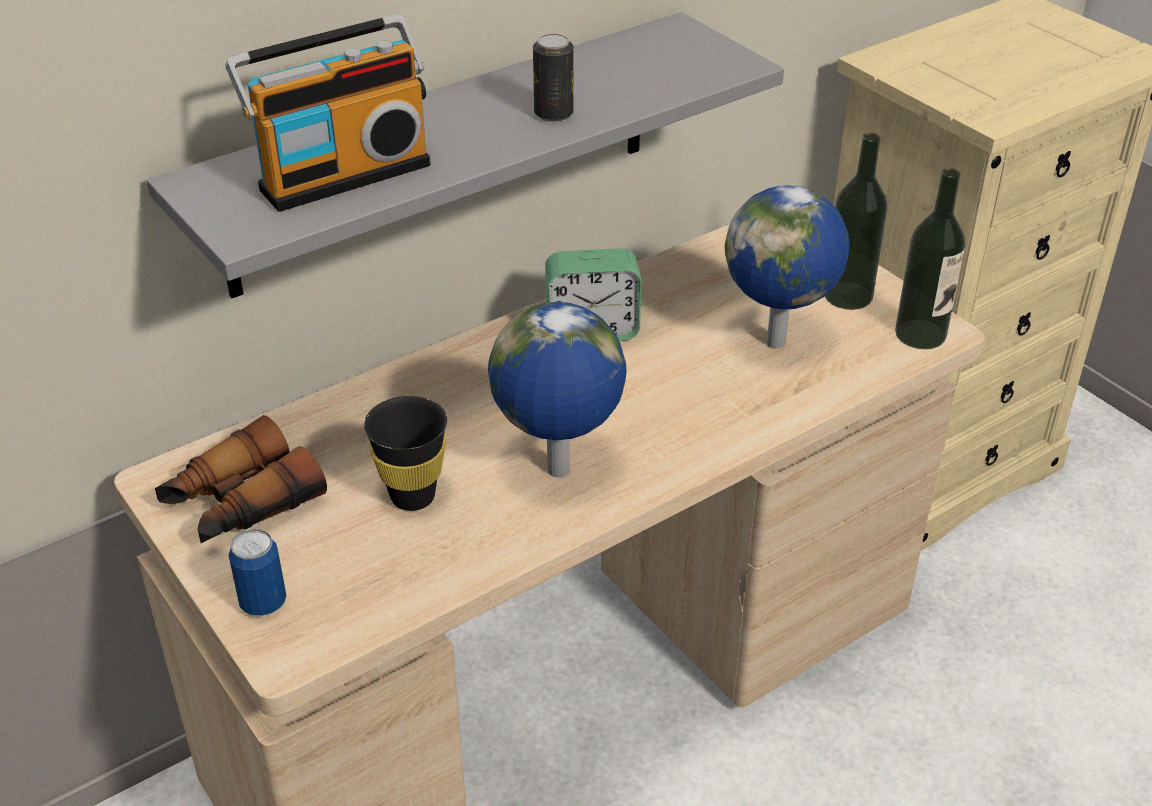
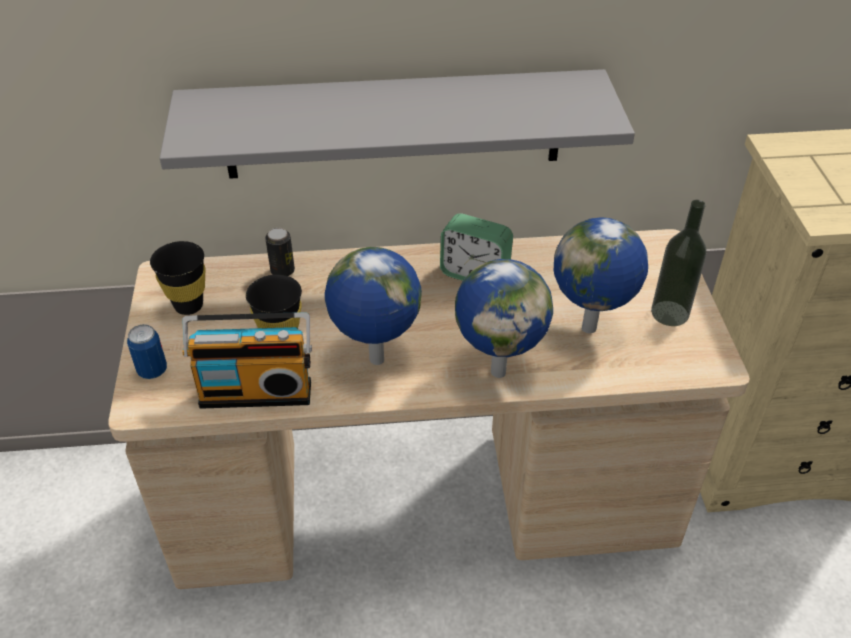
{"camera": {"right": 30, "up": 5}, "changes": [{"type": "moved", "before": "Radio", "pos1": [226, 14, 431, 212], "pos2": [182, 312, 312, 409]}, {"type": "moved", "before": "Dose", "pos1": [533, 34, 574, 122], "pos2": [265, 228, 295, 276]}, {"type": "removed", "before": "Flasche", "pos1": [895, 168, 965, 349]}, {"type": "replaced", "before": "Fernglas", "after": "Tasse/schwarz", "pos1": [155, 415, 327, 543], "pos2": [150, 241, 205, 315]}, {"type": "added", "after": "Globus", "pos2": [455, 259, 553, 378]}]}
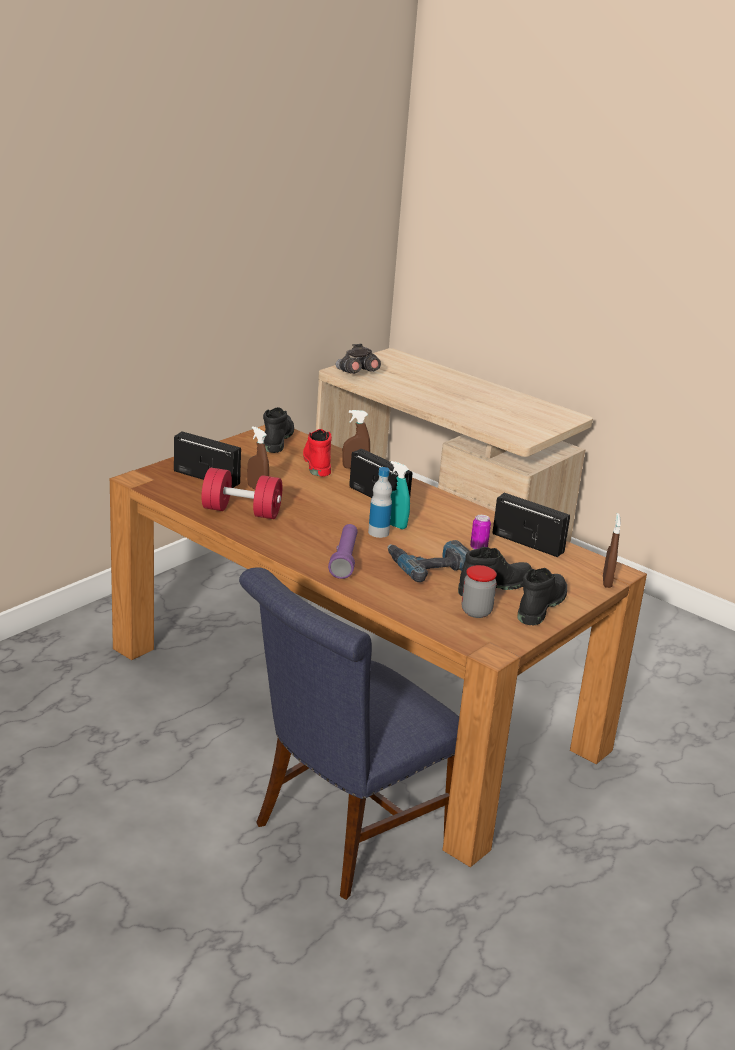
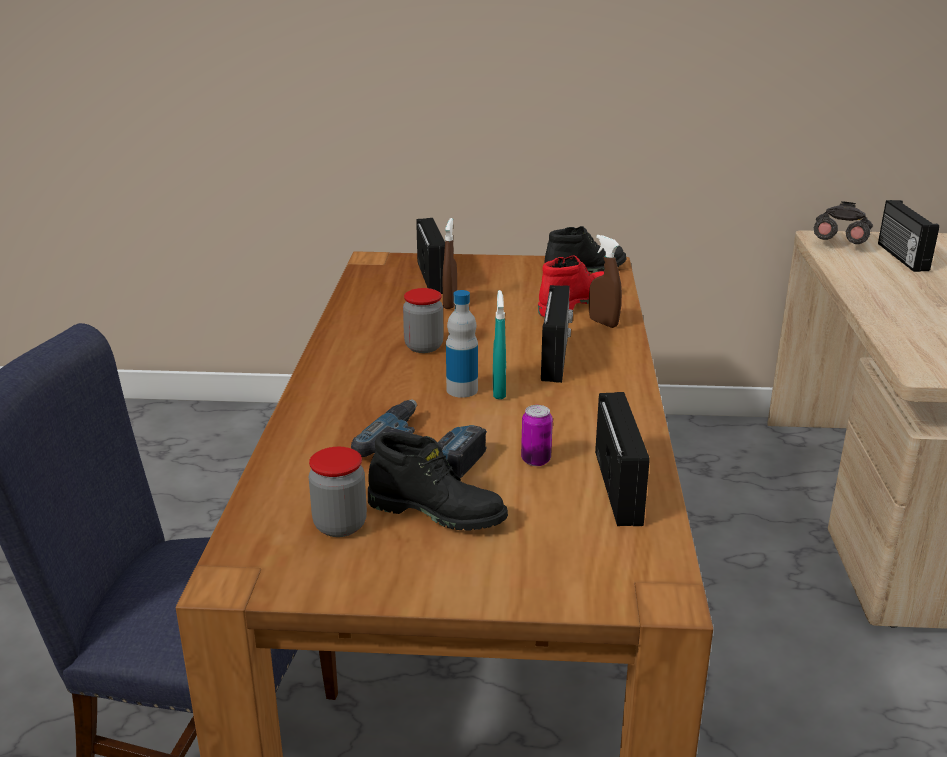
{"camera": {"right": 55, "up": 0}, "changes": [{"type": "removed", "before": "Hantel/rot", "pos1": [202, 468, 282, 519]}, {"type": "removed", "before": "Sprühflasche/braun", "pos1": [603, 513, 621, 588]}, {"type": "removed", "before": "Taschenlampe/lila", "pos1": [328, 524, 358, 579]}, {"type": "removed", "before": "Stiefel/schwarz", "pos1": [518, 568, 567, 625]}, {"type": "added", "after": "Radio", "pos2": [878, 200, 939, 272]}, {"type": "added", "after": "Vorratsglas", "pos2": [403, 288, 444, 353]}]}
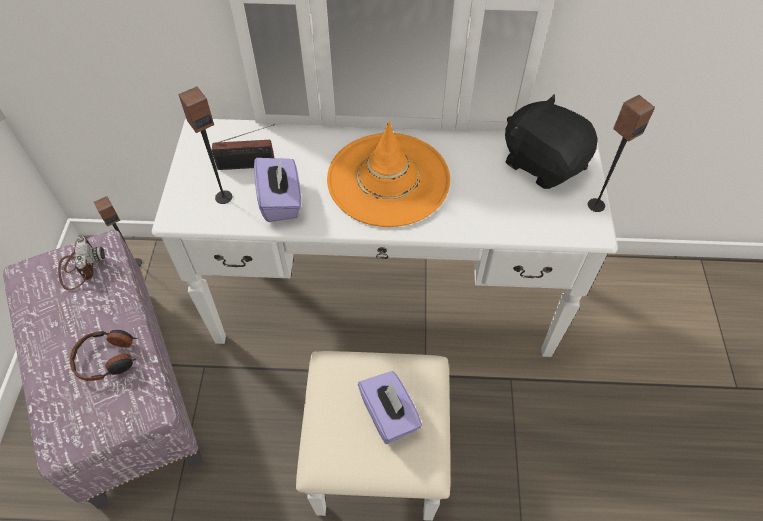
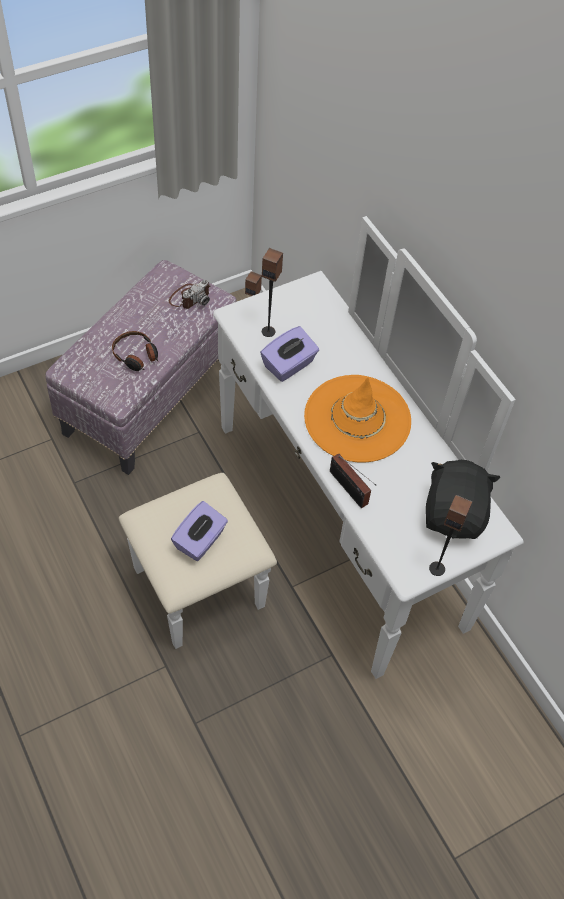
{"camera": {"right": 55, "up": 0}, "changes": [{"type": "moved", "before": "Radio", "pos1": [212, 124, 275, 170], "pos2": [330, 453, 376, 508]}]}
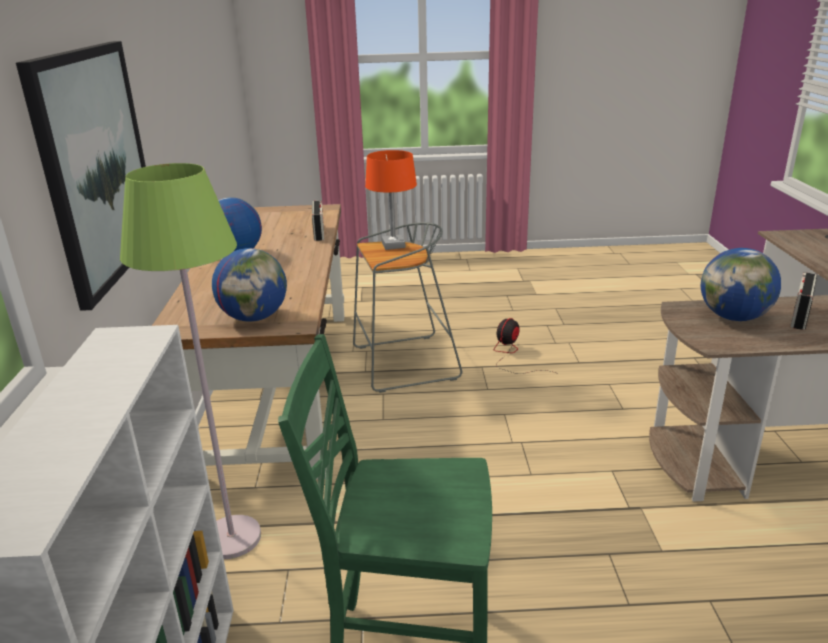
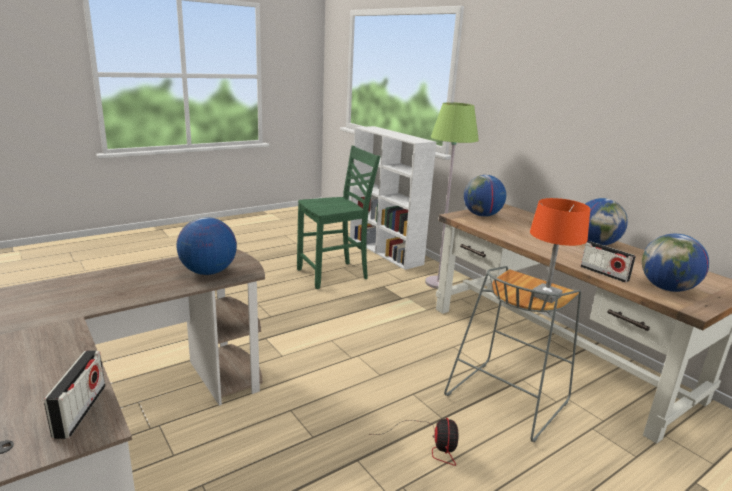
{"camera": {"right": 145, "up": -5}, "changes": [{"type": "removed", "before": "Bild", "pos1": [16, 41, 146, 311]}, {"type": "moved", "before": "Radio", "pos1": [790, 273, 817, 330], "pos2": [44, 350, 105, 439]}, {"type": "added", "after": "Globus", "pos2": [642, 234, 709, 292]}]}
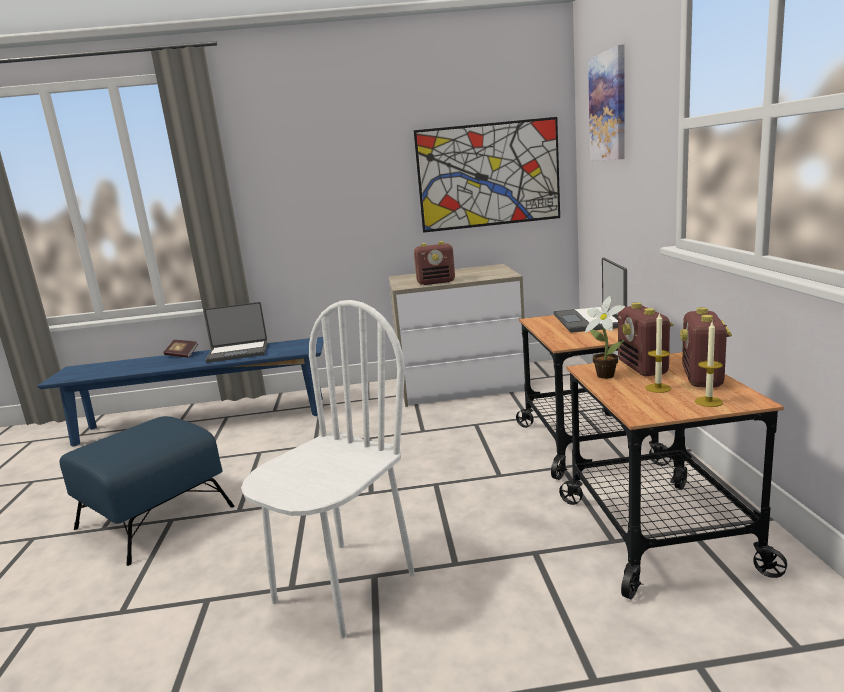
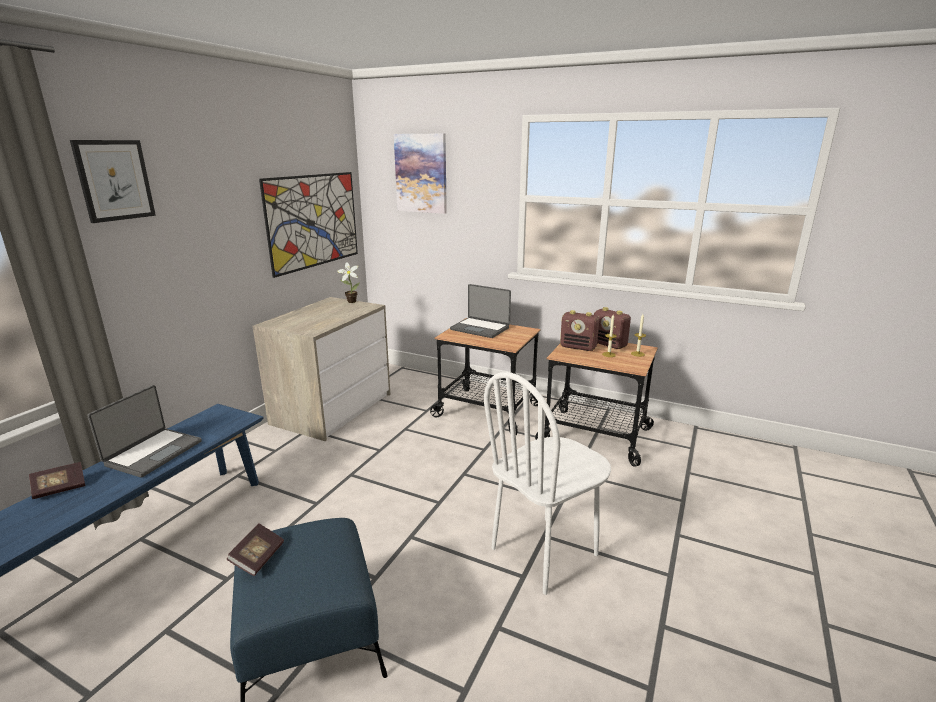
{"camera": {"right": -60, "up": 5}, "changes": [{"type": "removed", "before": "Radio", "pos1": [414, 241, 455, 285]}, {"type": "moved", "before": "Topfpflanze", "pos1": [585, 296, 626, 379], "pos2": [337, 262, 360, 303]}, {"type": "turned", "before": "Stuhl/weiß", "pos1": [241, 300, 415, 638], "pos2": [484, 372, 611, 595], "turn": -105}, {"type": "added", "after": "Bild", "pos2": [70, 140, 156, 223]}, {"type": "added", "after": "Buch", "pos2": [227, 524, 284, 576]}]}
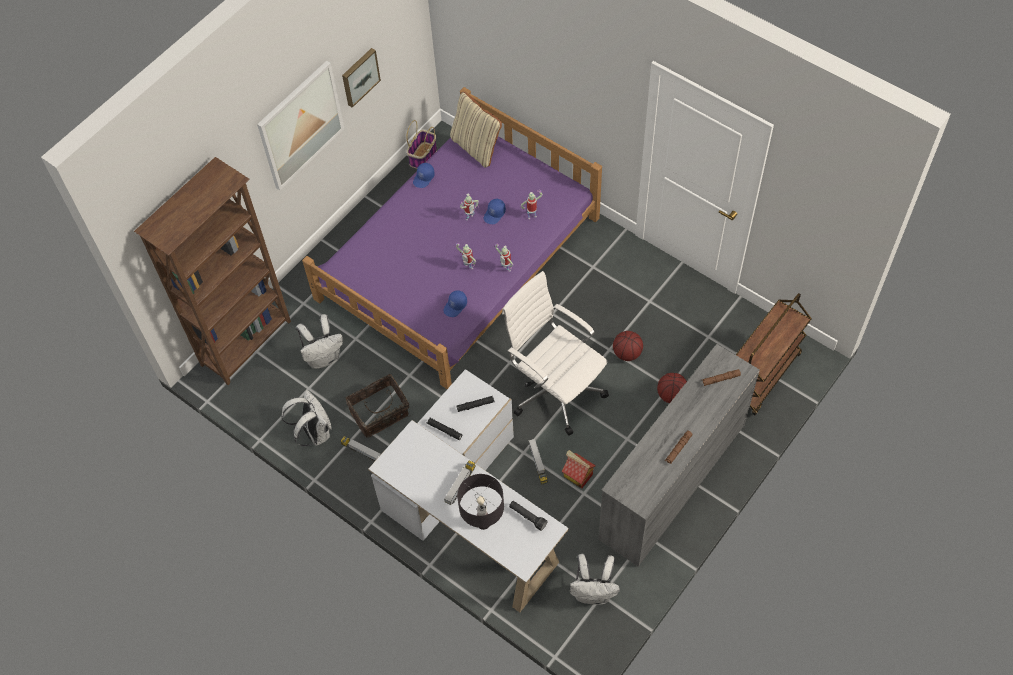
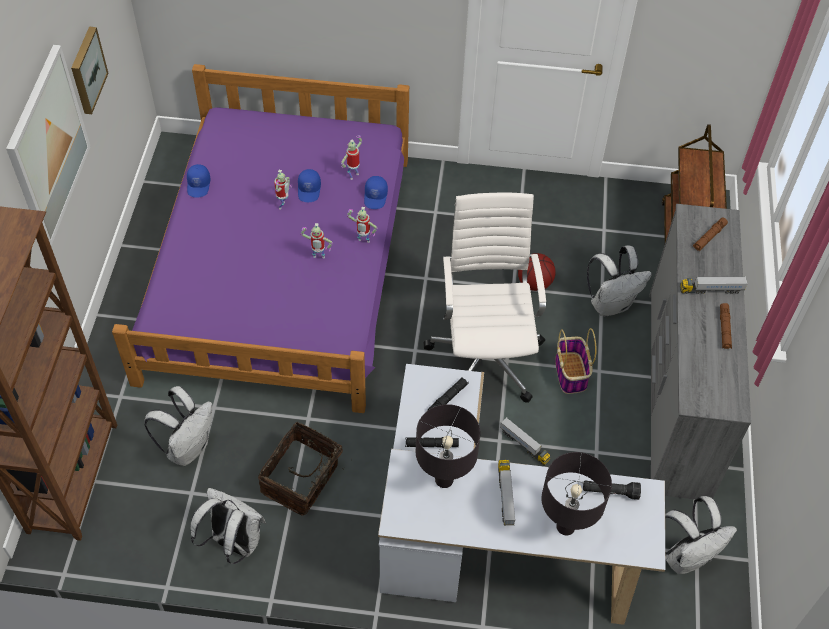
{"camera": {"right": -35, "up": -5}, "changes": [{"type": "removed", "before": "Kissen/beige", "pos1": [450, 92, 502, 168]}, {"type": "moved", "before": "Korb", "pos1": [406, 120, 437, 169], "pos2": [555, 328, 597, 394]}, {"type": "turned", "before": "Bürostuhl/weiß", "pos1": [502, 271, 609, 436], "pos2": [424, 192, 546, 403], "turn": 75}, {"type": "moved", "before": "Kappe/blau", "pos1": [443, 290, 467, 317], "pos2": [364, 176, 388, 209]}, {"type": "replaced", "before": "Basketball", "after": "Rucksack/weiß", "pos1": [657, 373, 687, 403], "pos2": [587, 245, 652, 316]}, {"type": "moved", "before": "Spielzeuglaster", "pos1": [341, 436, 381, 462], "pos2": [680, 276, 748, 294]}, {"type": "removed", "before": "Spielzeughaus", "pos1": [562, 450, 596, 488]}, {"type": "added", "after": "Tischlampe/schwarz", "pos2": [416, 404, 481, 488]}]}
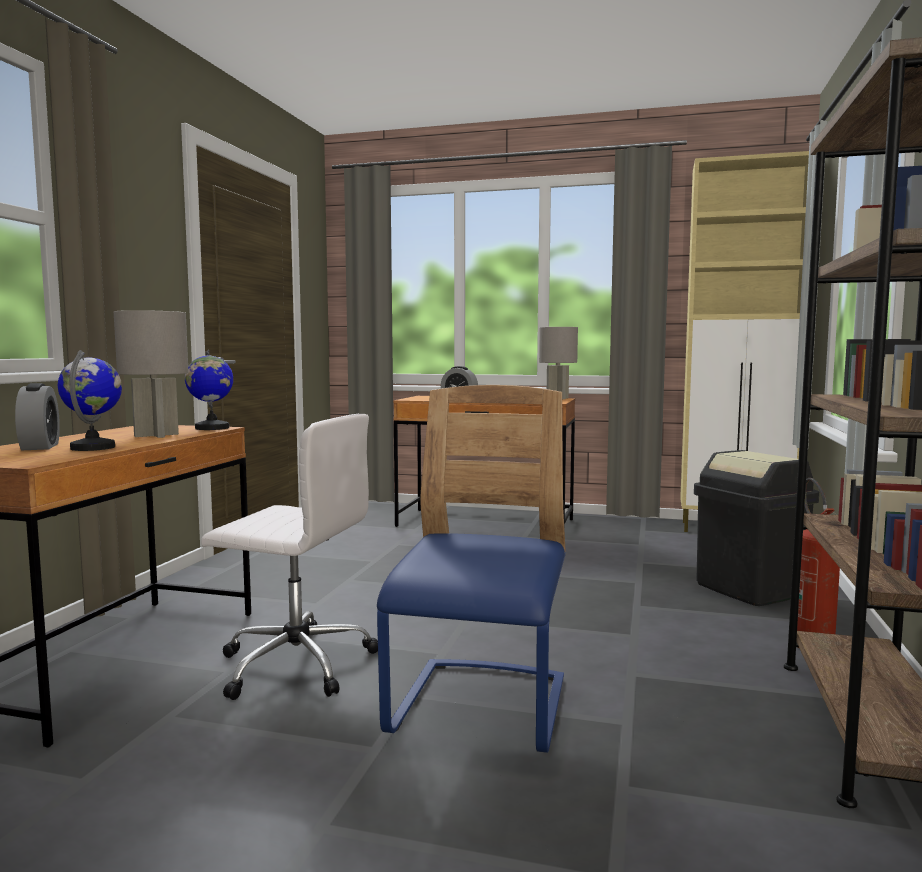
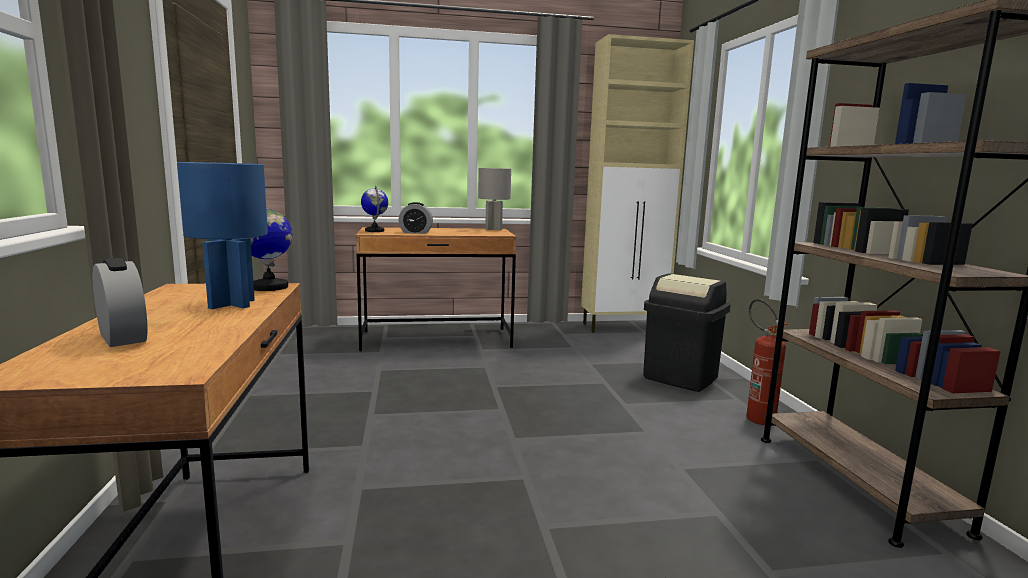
{"camera": {"right": -25, "up": 5}, "changes": [{"type": "recoloured", "before": "Tischlampe/grau", "after": "Tischlampe/blau", "pos1": [114, 310, 189, 438], "pos2": [177, 162, 268, 309]}, {"type": "moved", "before": "Globus", "pos1": [58, 350, 122, 451], "pos2": [361, 185, 388, 232]}, {"type": "removed", "before": "Stuhl/blau", "pos1": [377, 385, 566, 753]}, {"type": "removed", "before": "Bürostuhl/weiß", "pos1": [201, 414, 378, 700]}]}
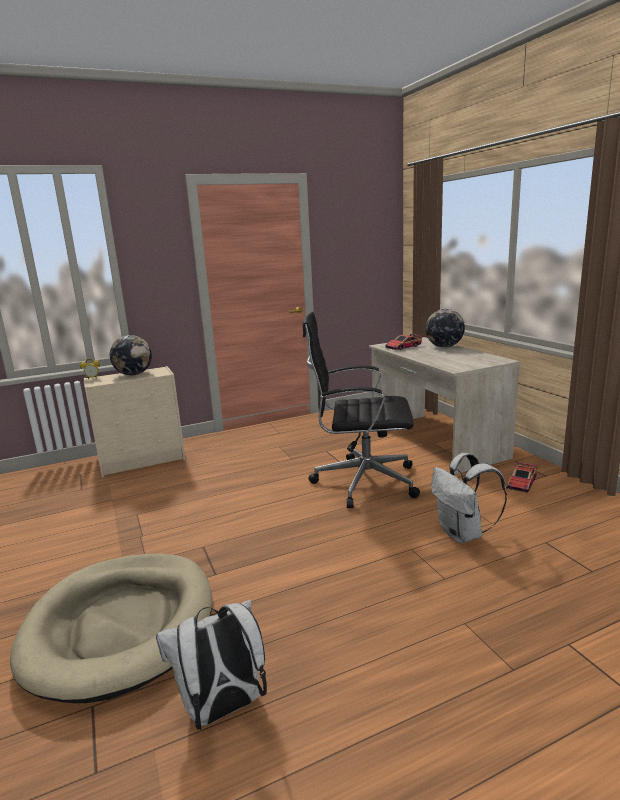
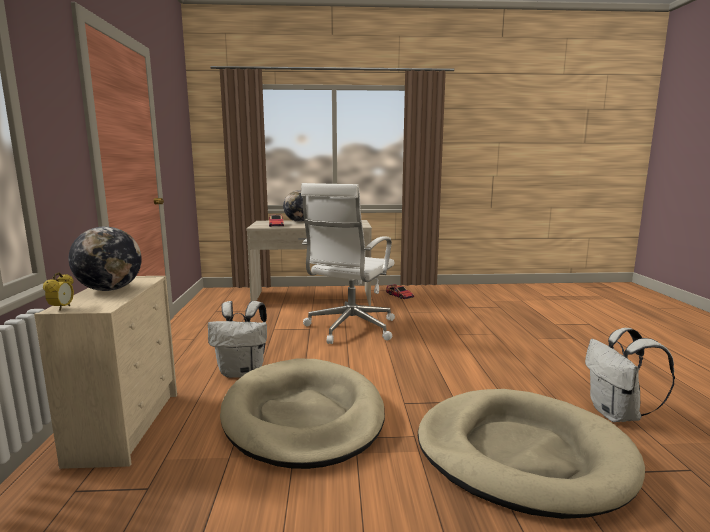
{"camera": {"right": -70, "up": -5}, "changes": [{"type": "recoloured", "before": "Bürostuhl/schwarz", "after": "Bürostuhl/weiß", "pos1": [302, 312, 420, 508], "pos2": [301, 183, 395, 344]}, {"type": "moved", "before": "Rucksack/weiß", "pos1": [431, 453, 507, 543], "pos2": [208, 301, 267, 378]}, {"type": "added", "after": "Hundebett/beige", "pos2": [220, 359, 385, 469]}]}
